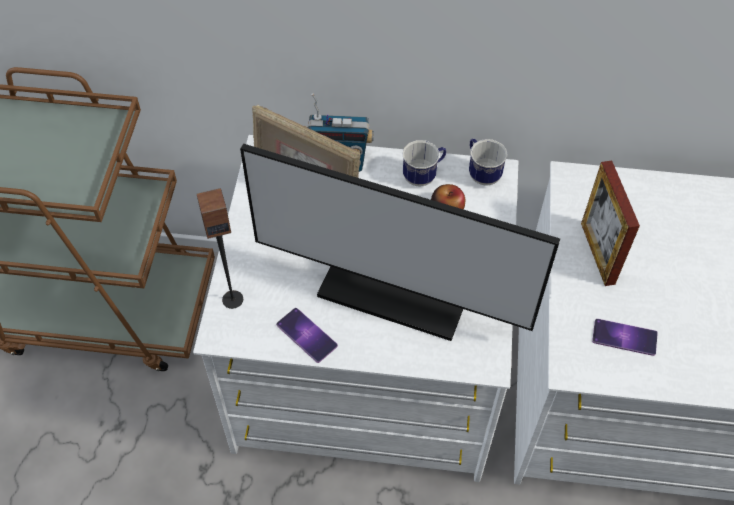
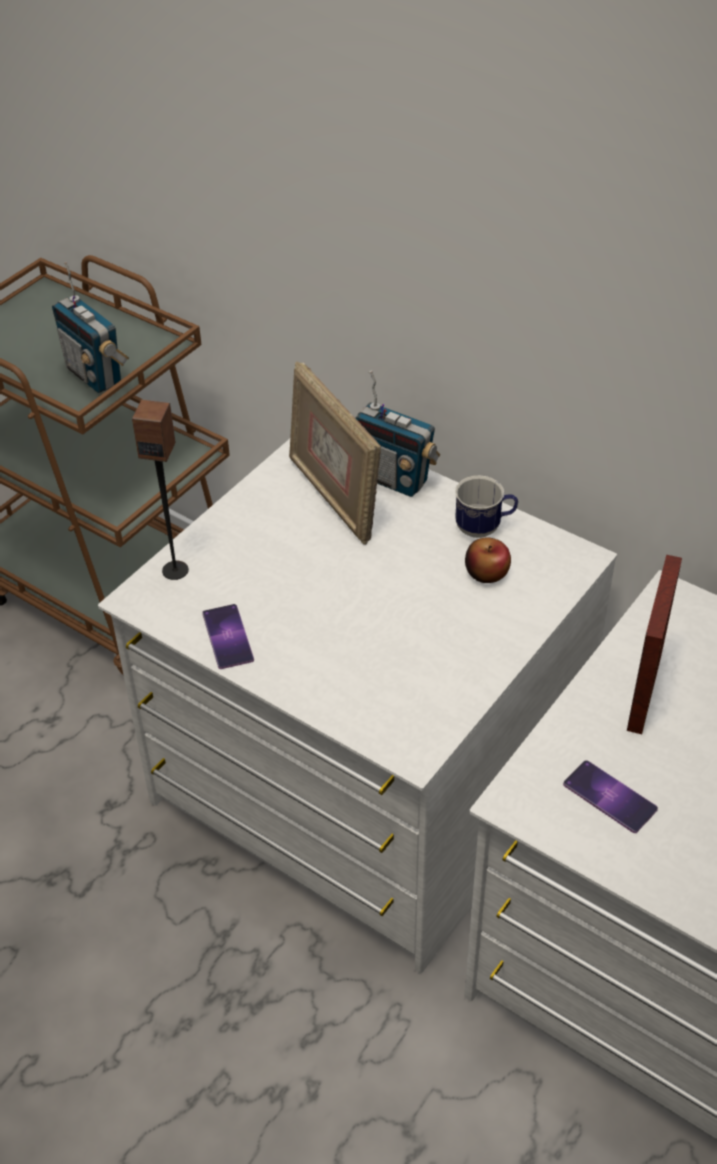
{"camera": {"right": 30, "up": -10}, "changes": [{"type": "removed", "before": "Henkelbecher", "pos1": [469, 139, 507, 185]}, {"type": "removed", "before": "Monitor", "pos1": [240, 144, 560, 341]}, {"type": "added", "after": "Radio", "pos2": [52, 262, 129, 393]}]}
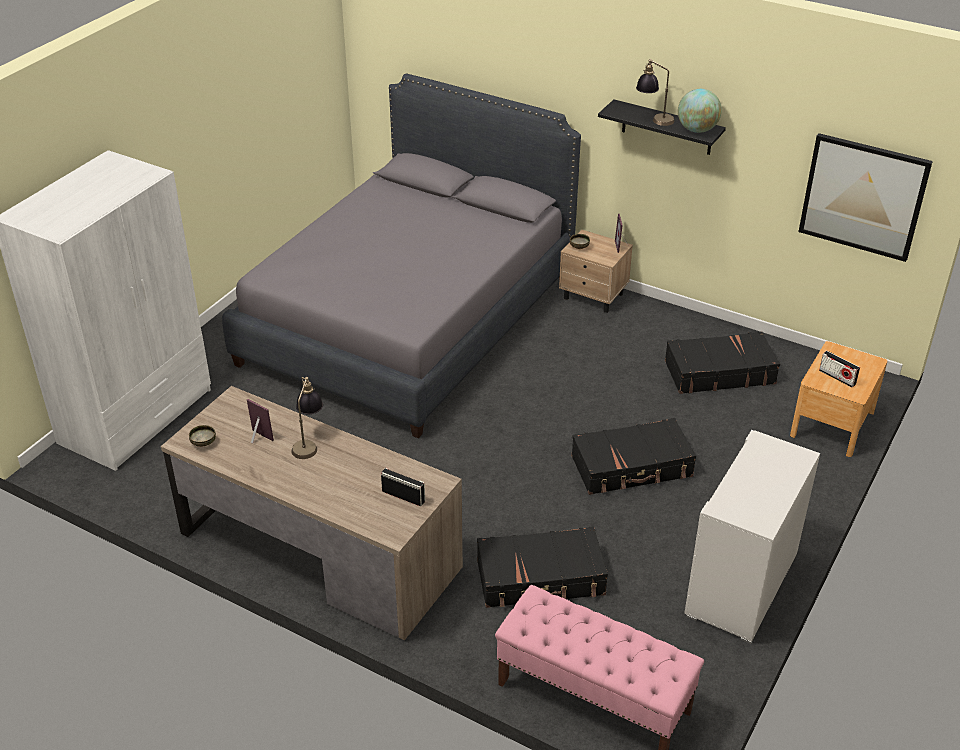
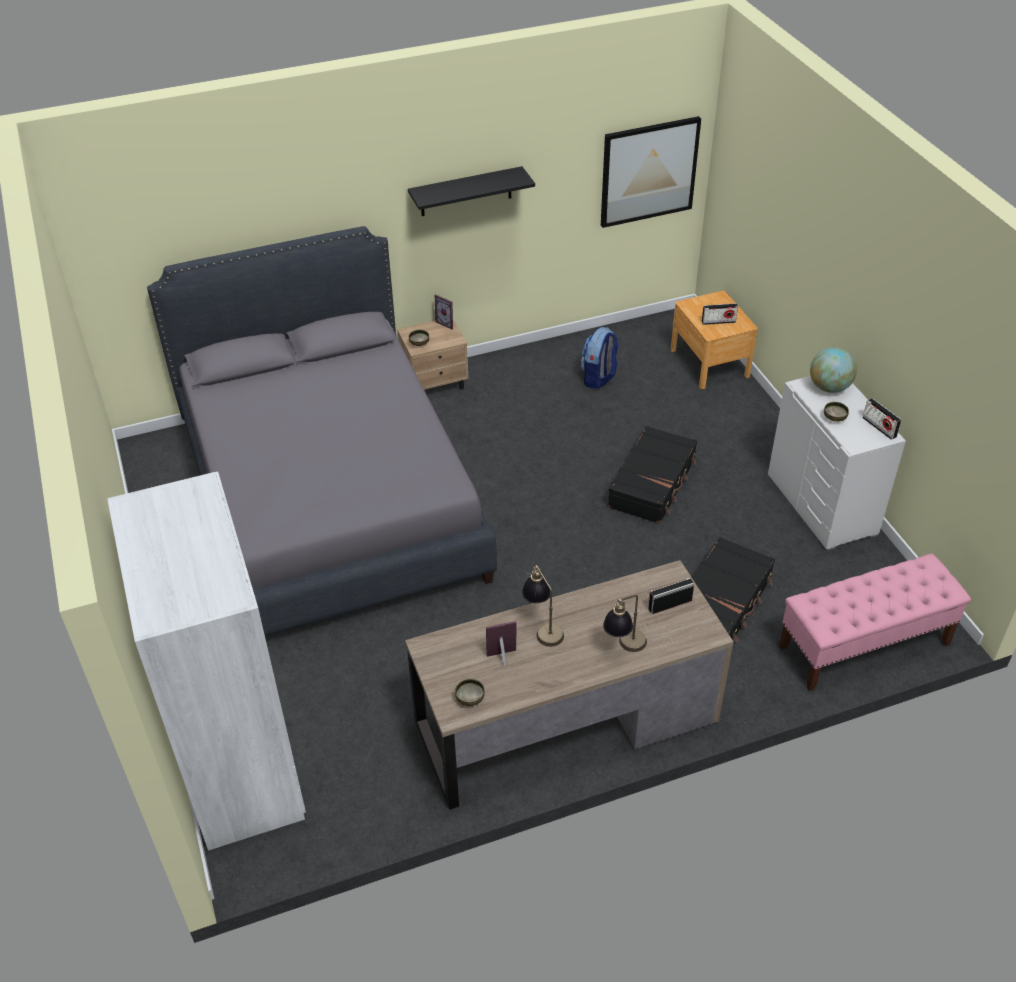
{"camera": {"right": -50, "up": 5}, "changes": [{"type": "moved", "before": "Tischlampe", "pos1": [636, 59, 675, 126], "pos2": [603, 595, 647, 652]}, {"type": "moved", "before": "Globus", "pos1": [678, 89, 722, 133], "pos2": [810, 347, 857, 393]}, {"type": "replaced", "before": "Koffer/schwarz", "after": "Rucksack", "pos1": [665, 332, 780, 394], "pos2": [581, 327, 619, 388]}, {"type": "added", "after": "Radio", "pos2": [863, 398, 902, 440]}, {"type": "added", "after": "Schüssel", "pos2": [824, 402, 849, 422]}]}
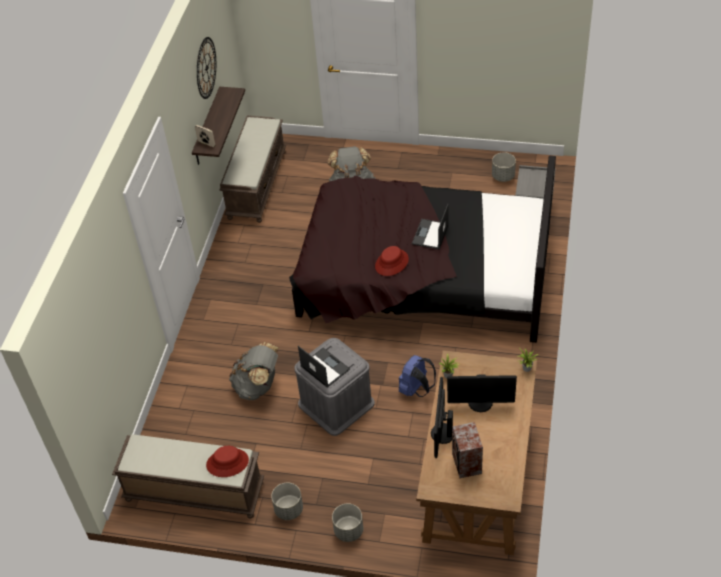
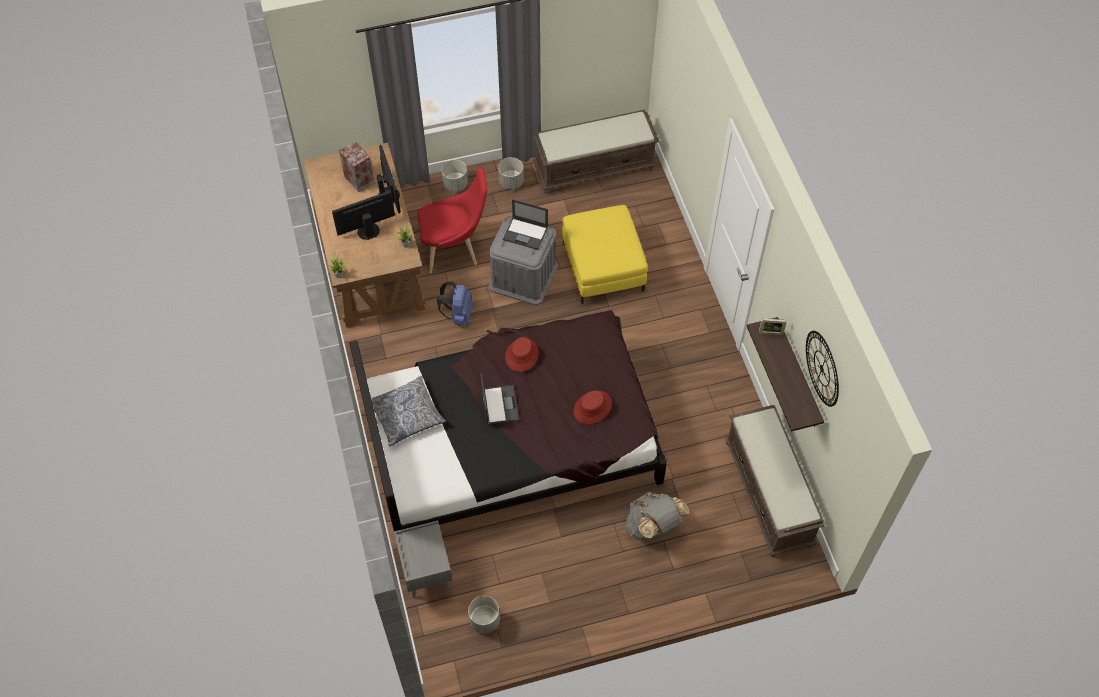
{"camera": {"right": 150, "up": 10}, "changes": [{"type": "replaced", "before": "Rucksack/grau", "after": "Polsterhocker/gelb", "pos1": [229, 342, 279, 400], "pos2": [562, 205, 648, 304]}, {"type": "moved", "before": "Hut/rot", "pos1": [206, 446, 249, 477], "pos2": [573, 391, 612, 424]}, {"type": "added", "after": "Stuhl/rot", "pos2": [417, 167, 487, 273]}, {"type": "added", "after": "Kissen", "pos2": [371, 376, 446, 446]}]}
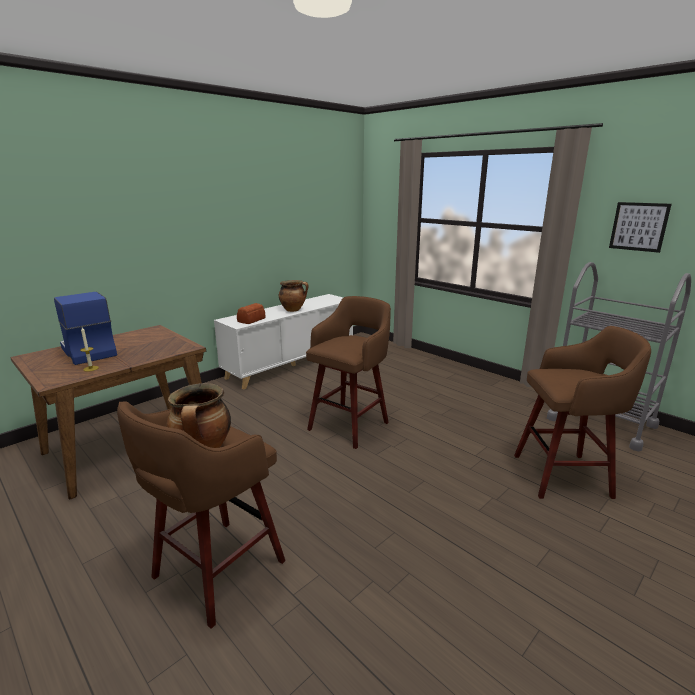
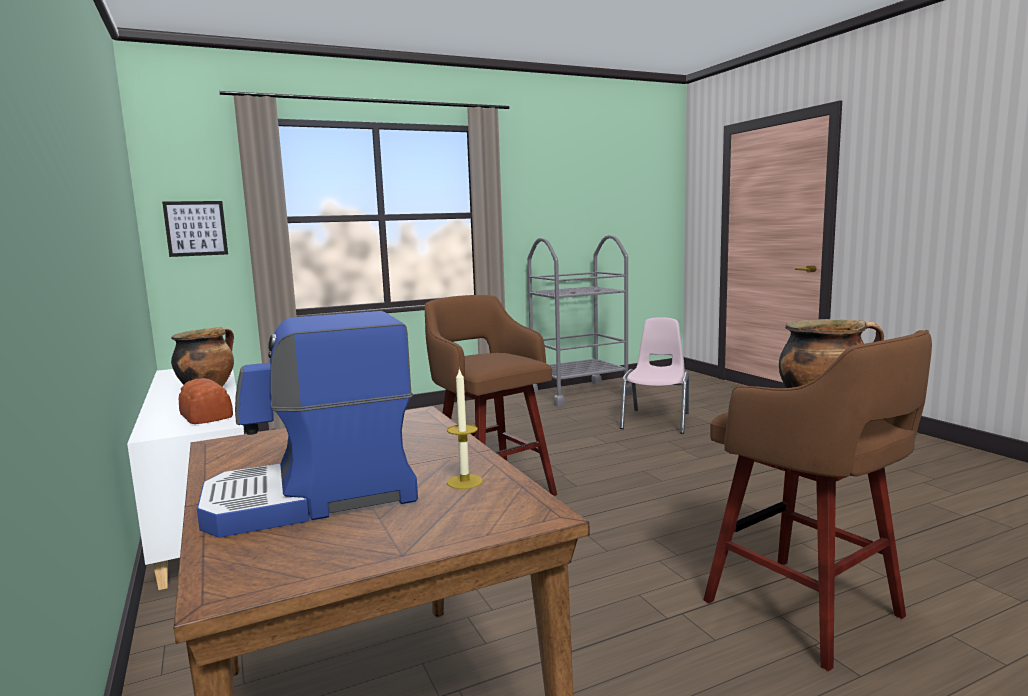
{"camera": {"right": -70, "up": -10}, "changes": [{"type": "moved", "before": "Bild", "pos1": [609, 202, 672, 253], "pos2": [162, 201, 228, 257]}, {"type": "replaced", "before": "Hocker/braun", "after": "Stuhl/rosa", "pos1": [514, 326, 651, 499], "pos2": [620, 317, 689, 434]}]}
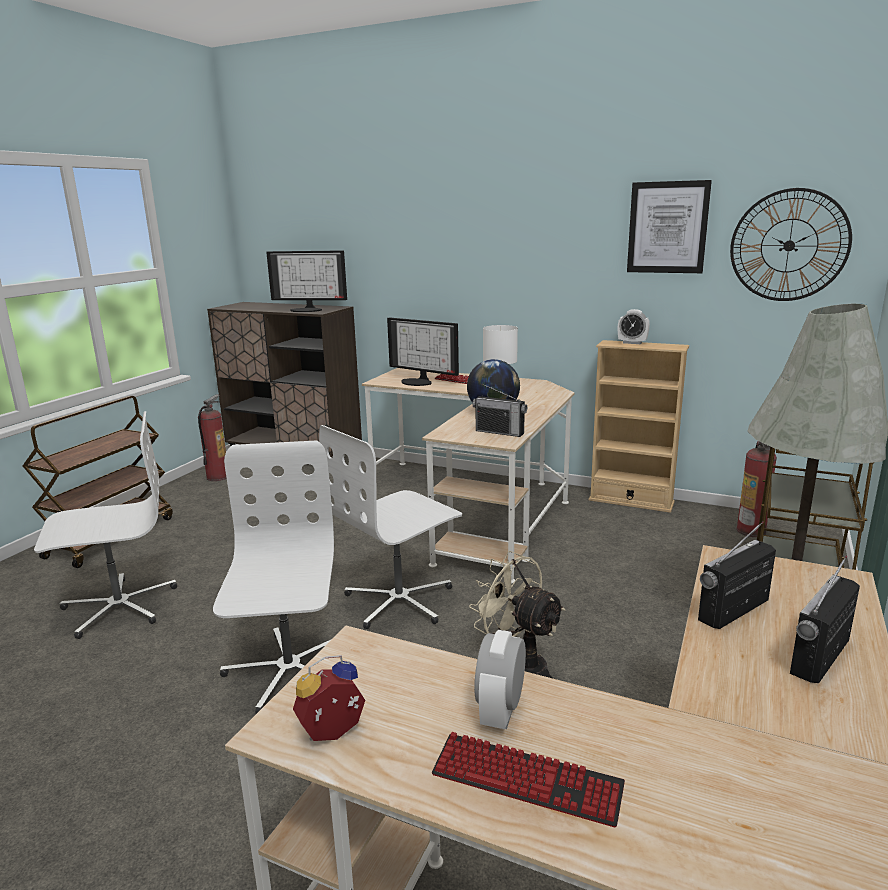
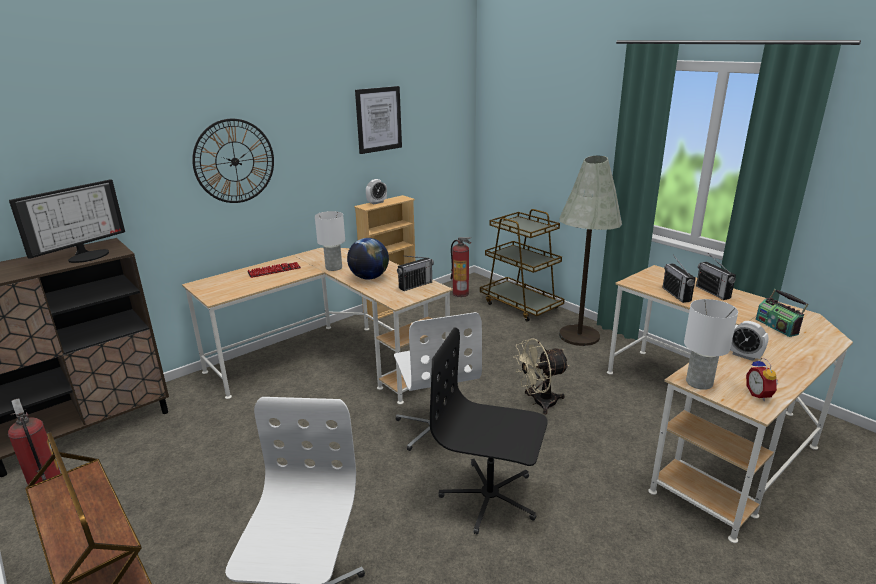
{"camera": {"right": -65, "up": 5}, "changes": [{"type": "moved", "before": "Wanduhr", "pos1": [730, 188, 852, 301], "pos2": [192, 119, 274, 203]}, {"type": "removed", "before": "Monitor", "pos1": [387, 317, 459, 386]}, {"type": "recoloured", "before": "Bürostuhl/weiß", "after": "Bürostuhl/schwarz", "pos1": [213, 440, 334, 714], "pos2": [430, 327, 548, 535]}, {"type": "removed", "before": "Tastatur", "pos1": [432, 732, 625, 828]}, {"type": "added", "after": "Radio", "pos2": [756, 289, 808, 337]}, {"type": "added", "after": "Tischlampe/weiß", "pos2": [684, 299, 738, 390]}]}
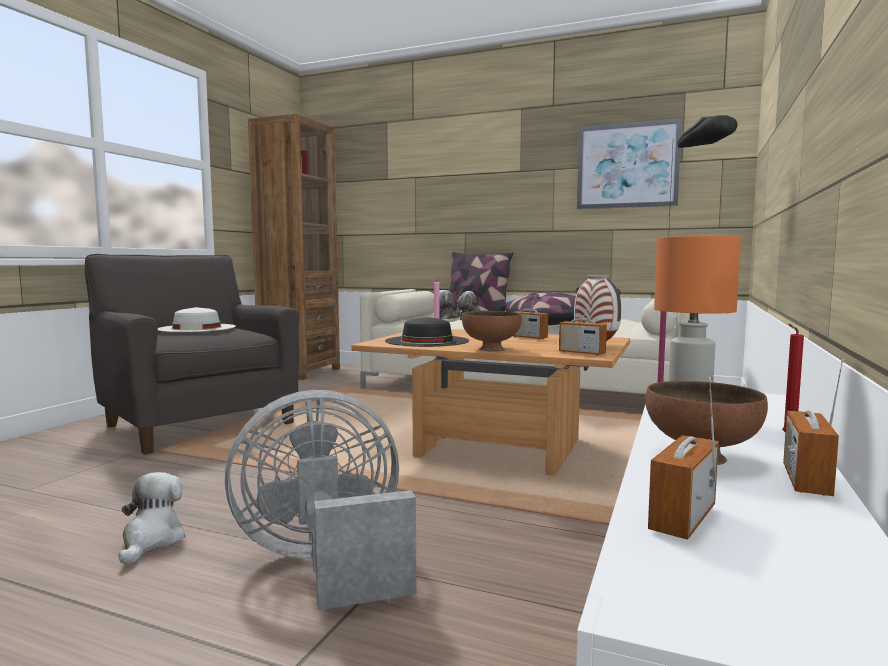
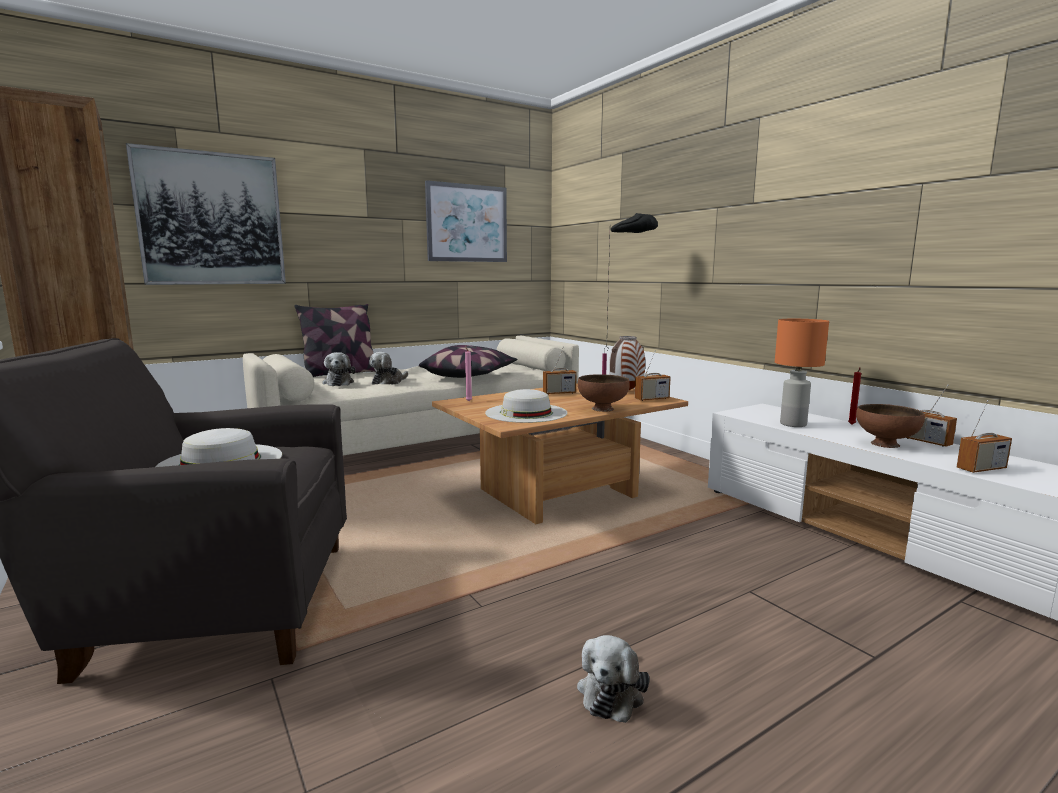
{"camera": {"right": -55, "up": 5}, "changes": [{"type": "recoloured", "before": "Hut/schwarz", "after": "Hut/weiß", "pos1": [385, 317, 469, 347], "pos2": [485, 389, 567, 423]}, {"type": "turned", "before": "Radio", "pos1": [648, 377, 719, 540], "pos2": [957, 400, 1012, 473], "turn": -90}, {"type": "removed", "before": "Ventilator/grau", "pos1": [225, 390, 417, 610]}, {"type": "turned", "before": "Plüschtier", "pos1": [119, 472, 185, 565], "pos2": [577, 635, 650, 723], "turn": -105}, {"type": "added", "after": "Bild", "pos2": [126, 143, 286, 285]}]}
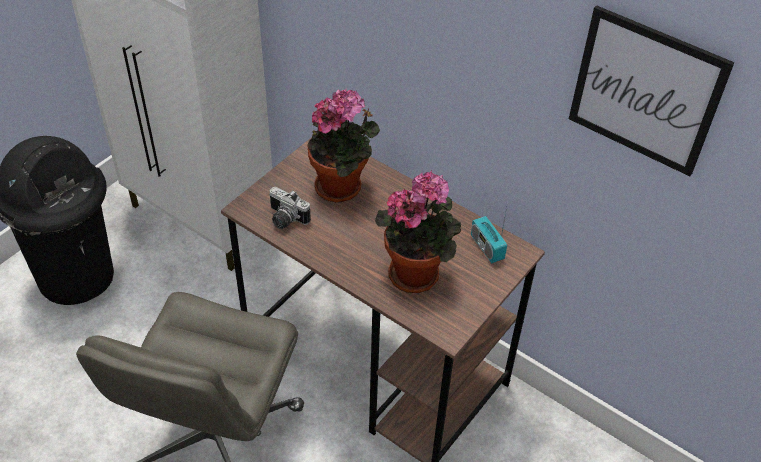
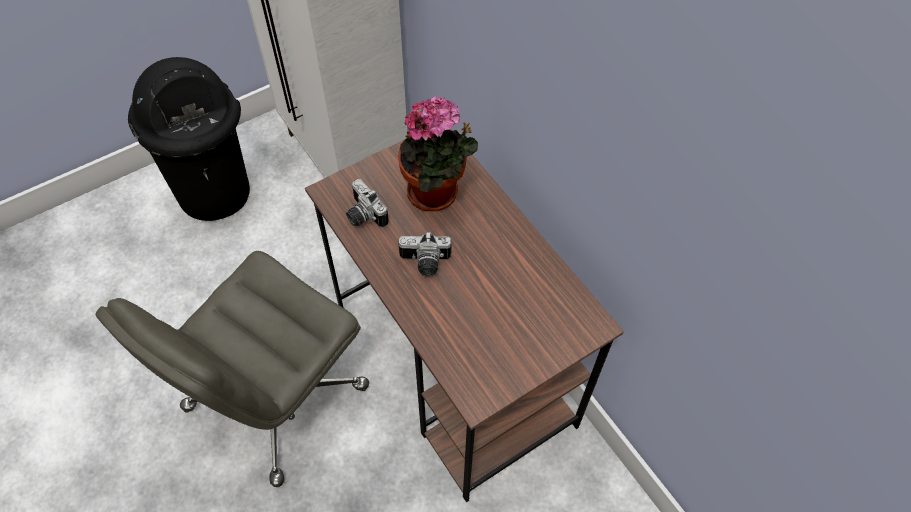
{"camera": {"right": 20, "up": 10}, "changes": [{"type": "removed", "before": "Bild", "pos1": [569, 5, 735, 176]}, {"type": "removed", "before": "Topfpflanze", "pos1": [375, 171, 461, 293]}, {"type": "removed", "before": "Radio", "pos1": [471, 208, 507, 263]}, {"type": "added", "after": "Kamera", "pos2": [398, 232, 451, 276]}]}
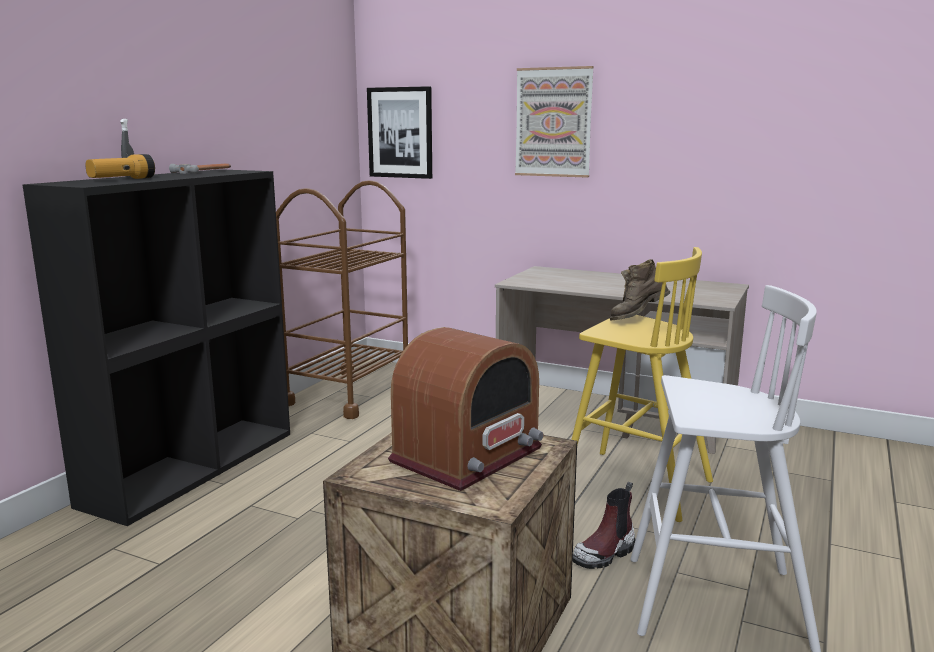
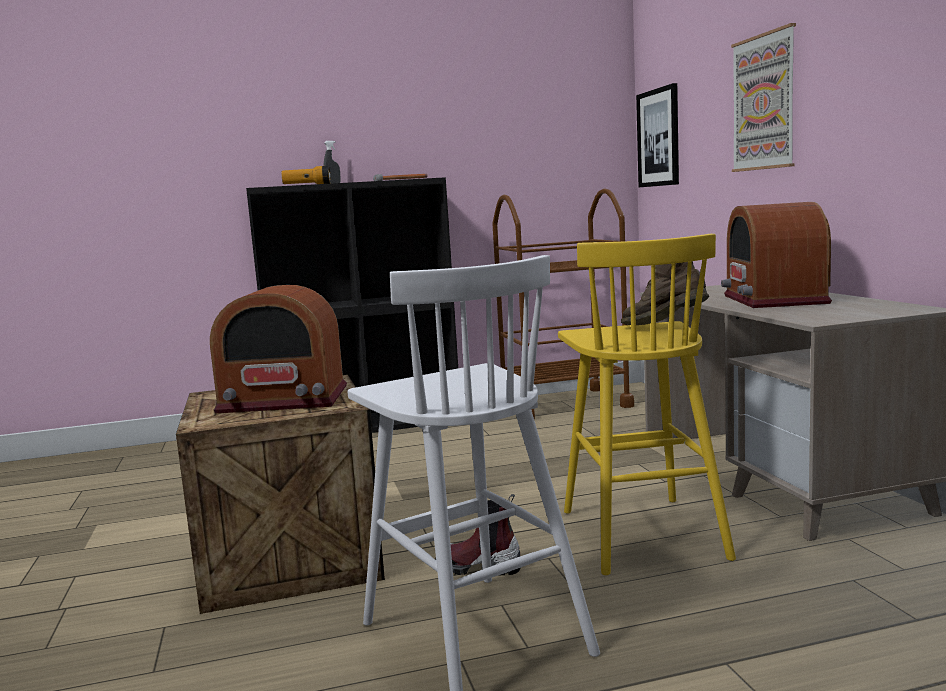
{"camera": {"right": 50, "up": -5}, "changes": [{"type": "added", "after": "Radio", "pos2": [721, 202, 832, 308]}]}
